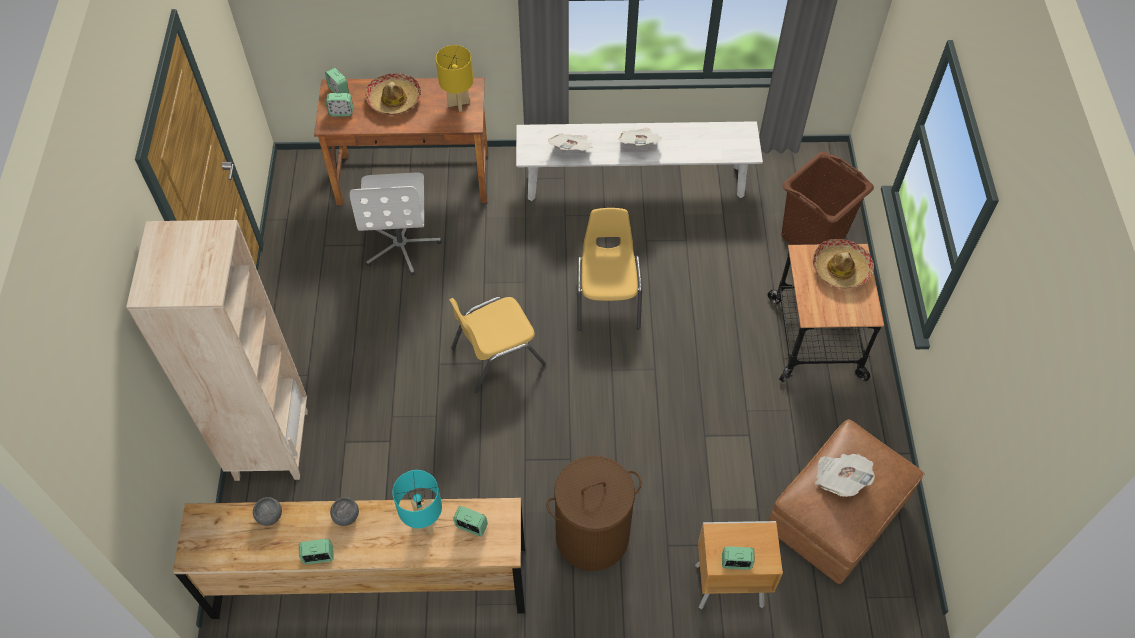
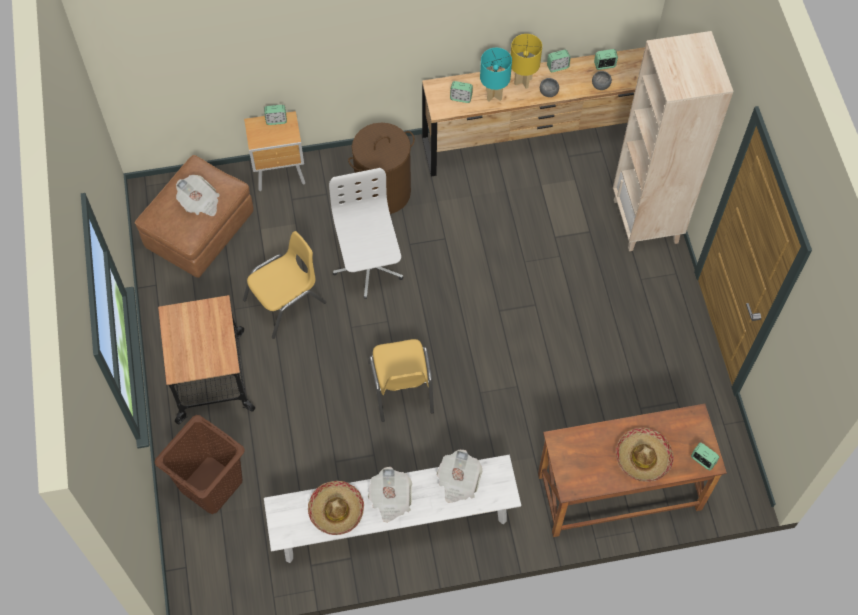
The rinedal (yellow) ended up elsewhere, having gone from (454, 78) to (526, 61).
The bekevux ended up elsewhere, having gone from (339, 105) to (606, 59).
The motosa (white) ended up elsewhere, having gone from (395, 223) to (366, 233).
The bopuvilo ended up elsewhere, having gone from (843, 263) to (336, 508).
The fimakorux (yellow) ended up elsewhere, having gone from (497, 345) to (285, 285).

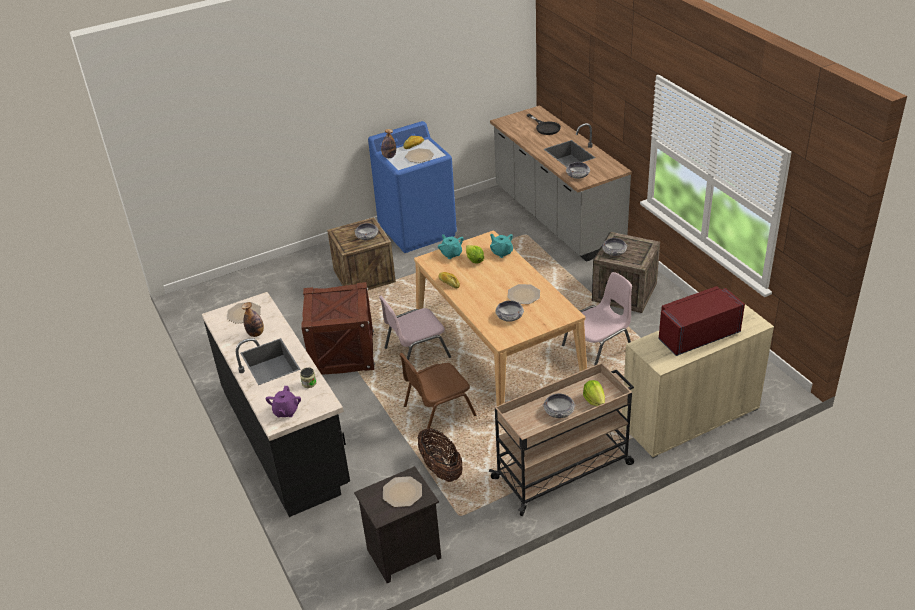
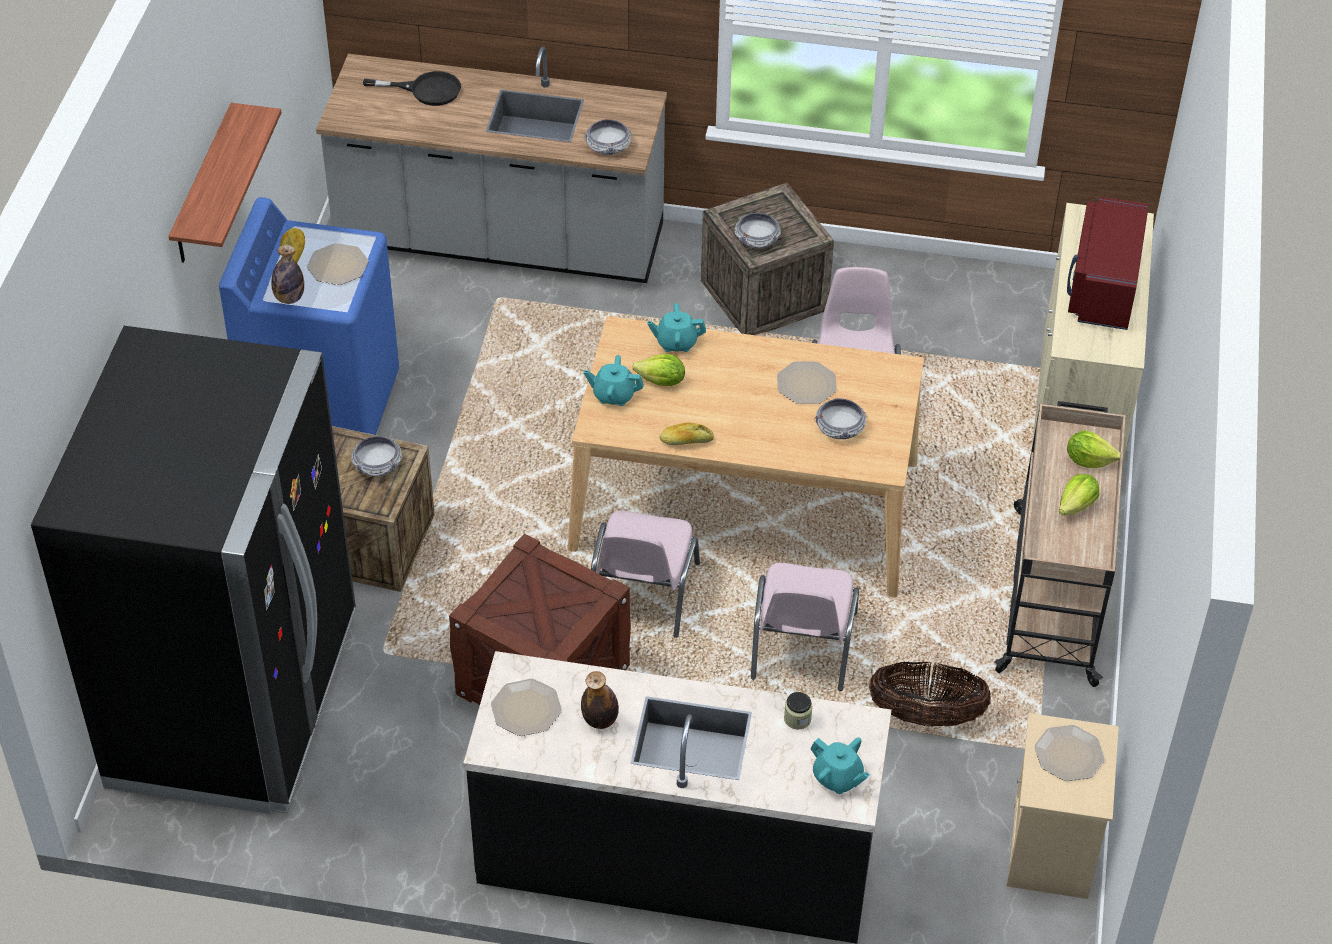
What was the fimakorux (brown) at (437, 393) turned into the fimakorux (pink) at (805, 627).
What was the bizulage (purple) at (283, 401) turned into the bizulage (turquoise) at (840, 765).
Where the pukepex stood at (559, 405), the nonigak came to stand at (1079, 494).
What was the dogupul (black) at (397, 524) turned into the dogupul (beige) at (1062, 806).
The second view gained the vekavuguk at (224, 183).
The second view gained the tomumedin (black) at (193, 570).

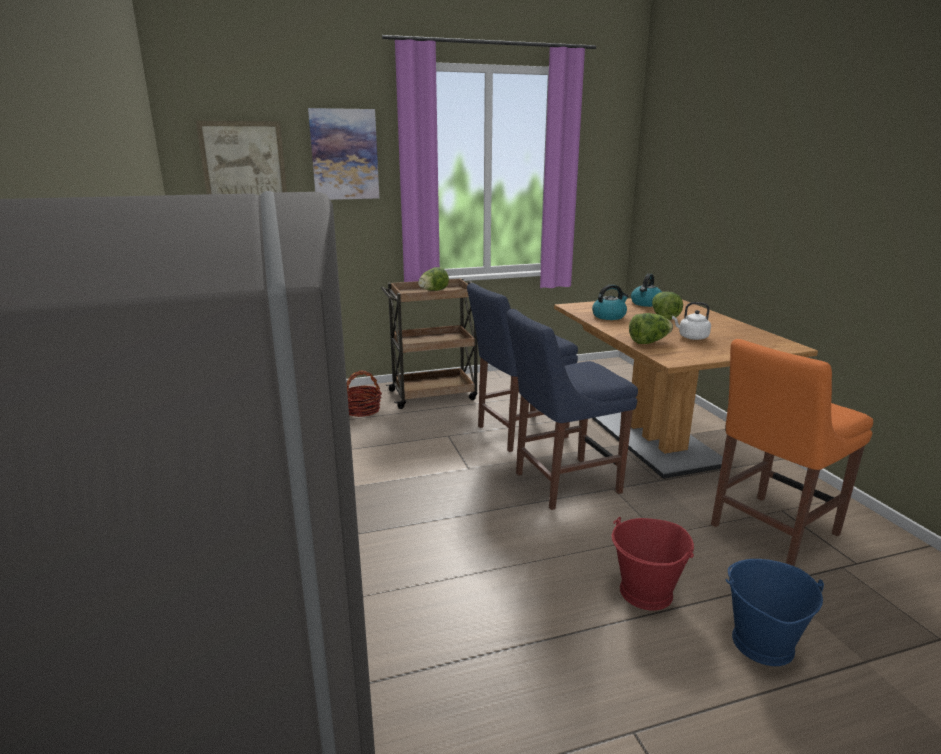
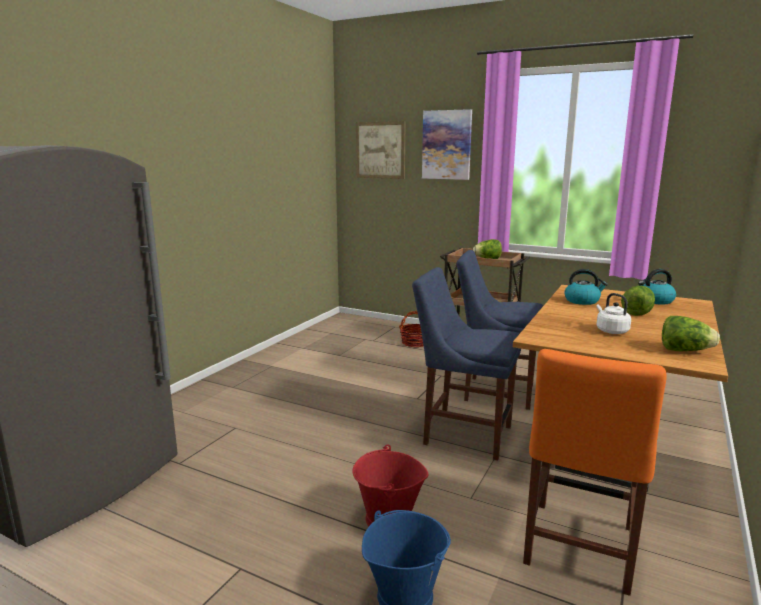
The nonigak ended up elsewhere, having gone from (651, 328) to (691, 333).
The fimakorux (orange) at (792, 452) ended up facing another way, 75 degrees counterclockwise from before.

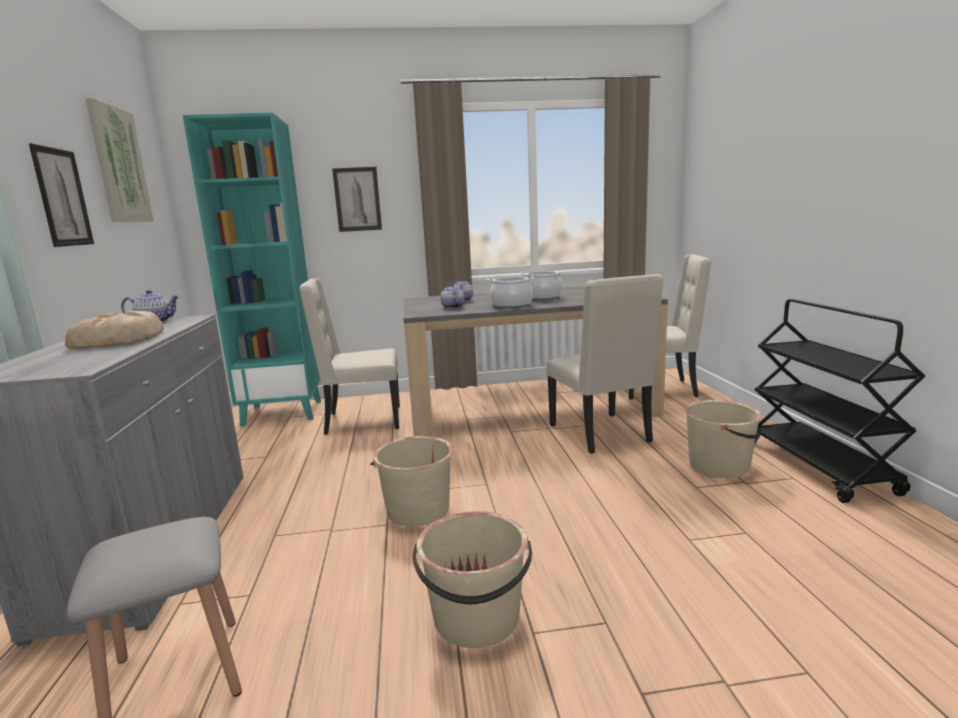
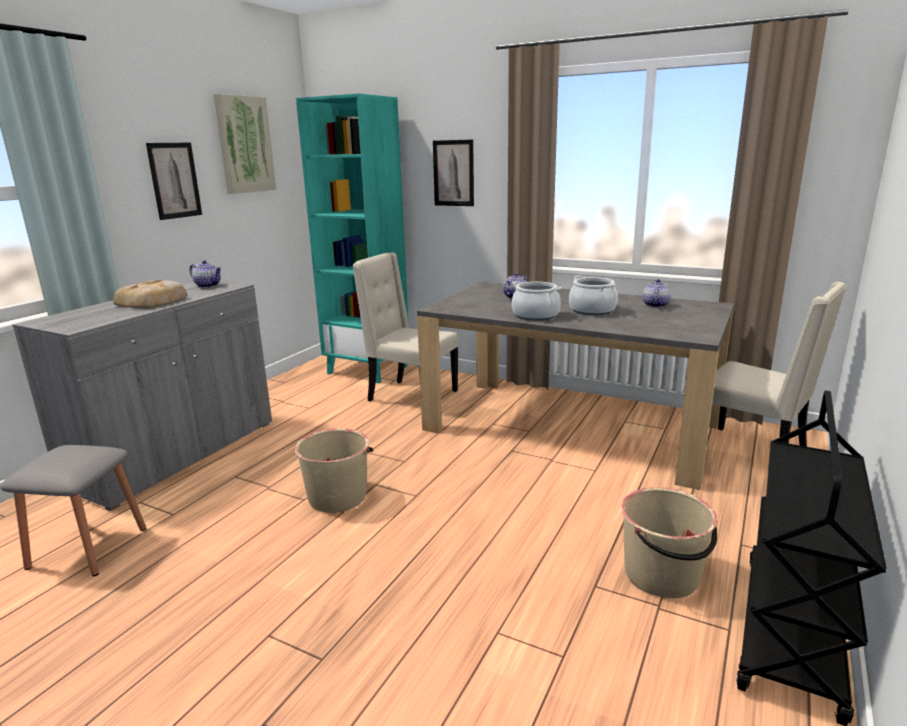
The second view lost the fimakorux (beige) at (605, 364).
The bizulage ended up elsewhere, having gone from (452, 296) to (657, 293).
The second view lost the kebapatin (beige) at (472, 579).

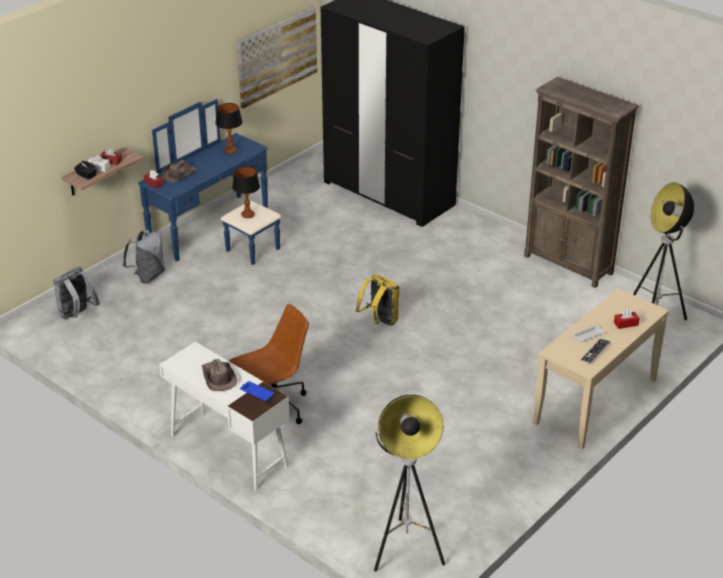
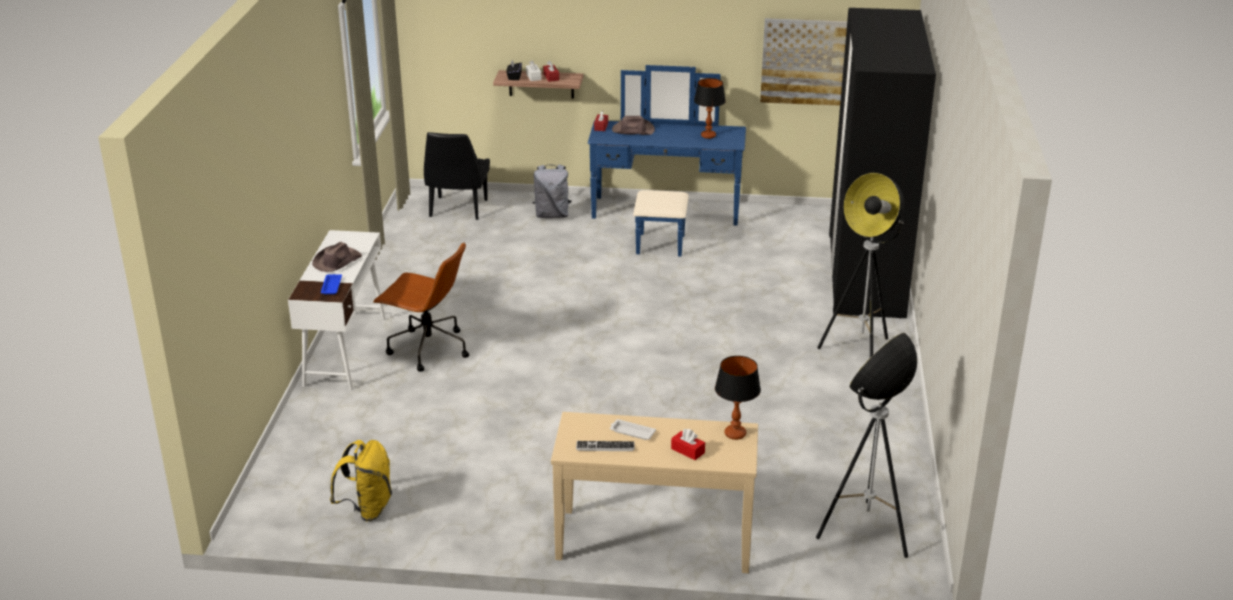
The second view lost the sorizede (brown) at (581, 182).
The rinedal ended up elsewhere, having gone from (246, 192) to (738, 398).
Where the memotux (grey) stood at (76, 292), the fimakorux (black) came to stand at (457, 176).
The memotux (yellow) ended up elsewhere, having gone from (378, 300) to (361, 481).
The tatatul ended up elsewhere, having gone from (409, 483) to (860, 265).

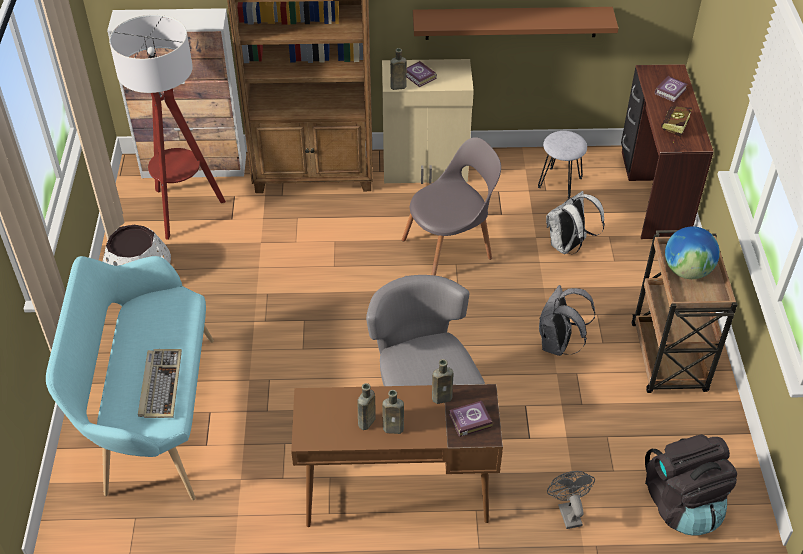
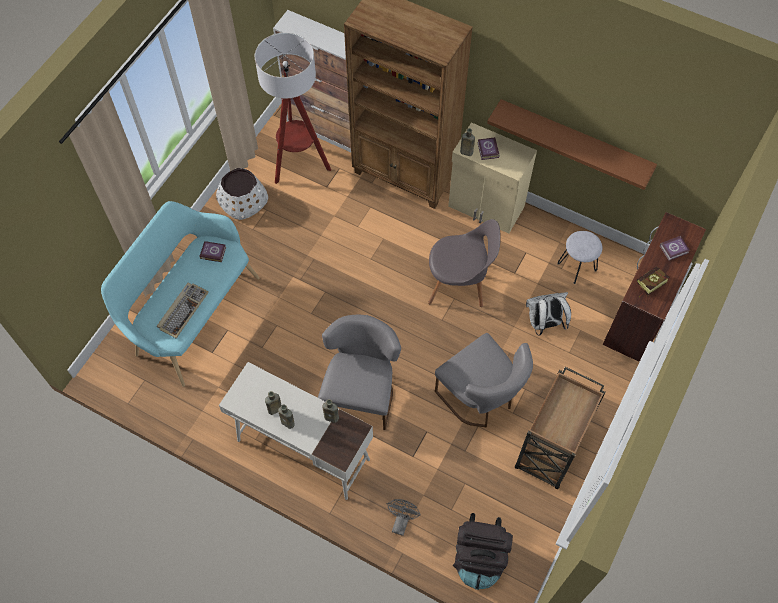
The second view lost the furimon at (692, 252).
Where the memotux (grey) stood at (567, 320), the fimakorux (grey) came to stand at (484, 380).
What was the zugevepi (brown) at (397, 455) turned into the zugevepi (white) at (296, 431).
The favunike ended up elsewhere, having gone from (471, 419) to (212, 251).

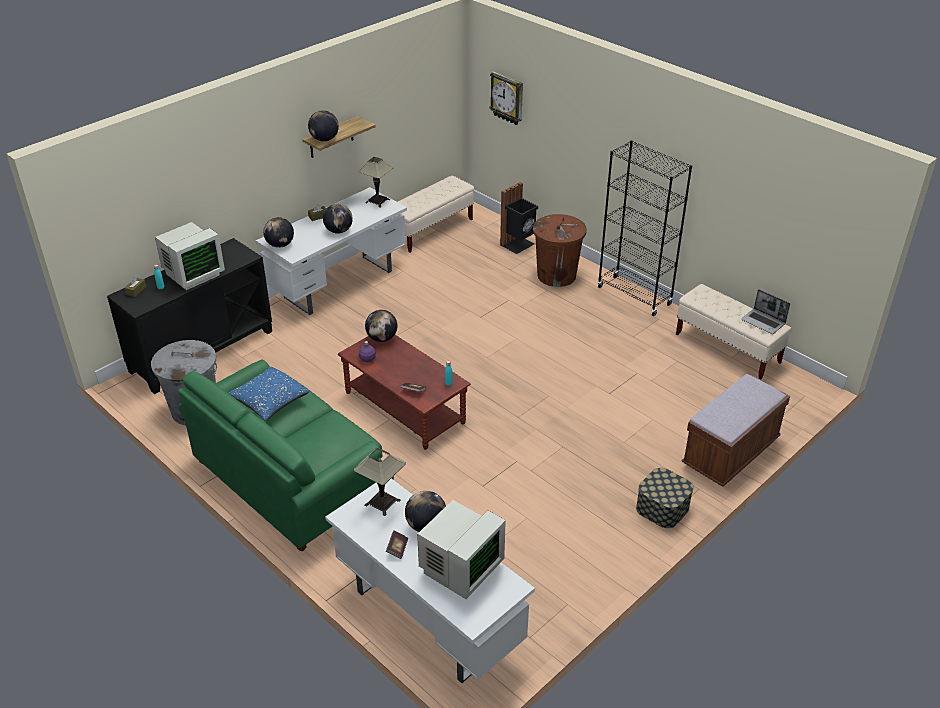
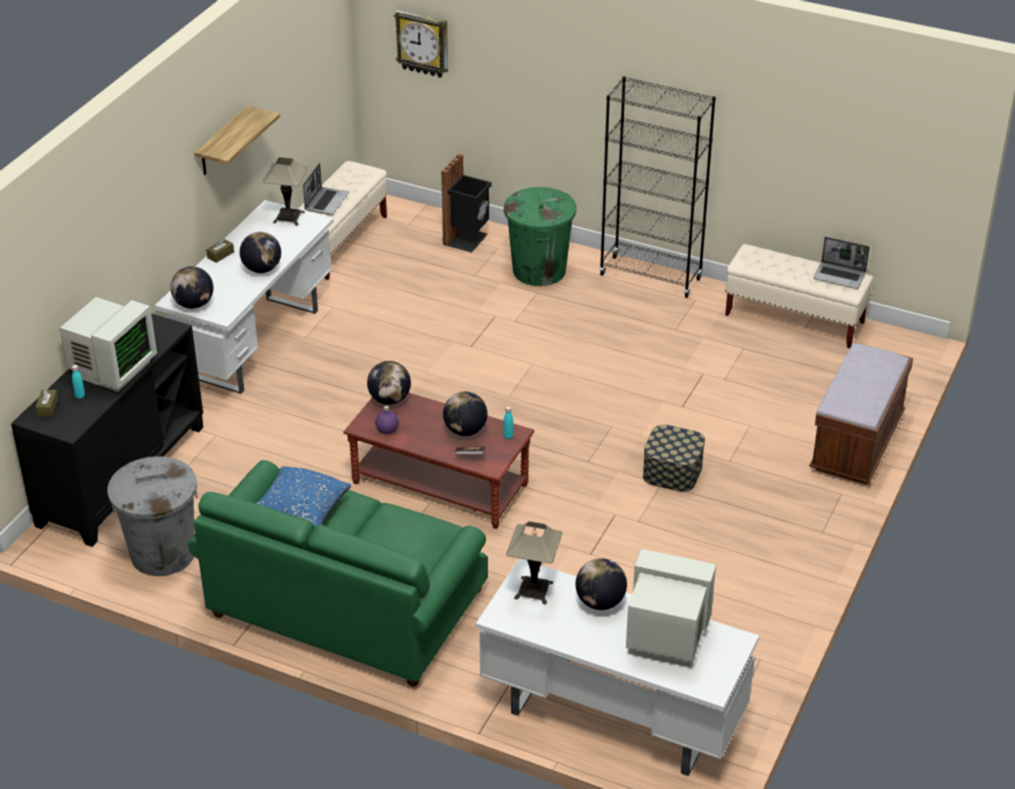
The furimon ended up elsewhere, having gone from (323, 125) to (465, 414).
What was the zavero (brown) at (560, 250) turned into the zavero (green) at (540, 236).
The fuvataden ended up elsewhere, having gone from (665, 498) to (674, 458).
The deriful at (461, 549) ended up facing another way, 90 degrees counterclockwise from before.
The second view lost the favunike at (397, 544).
The second view gained the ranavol at (326, 189).

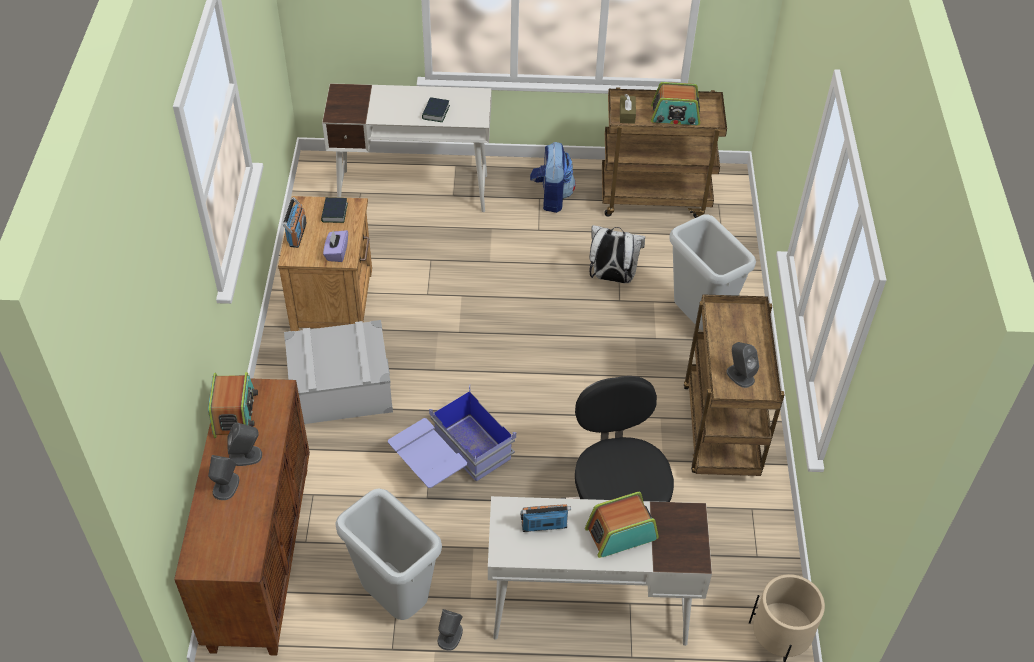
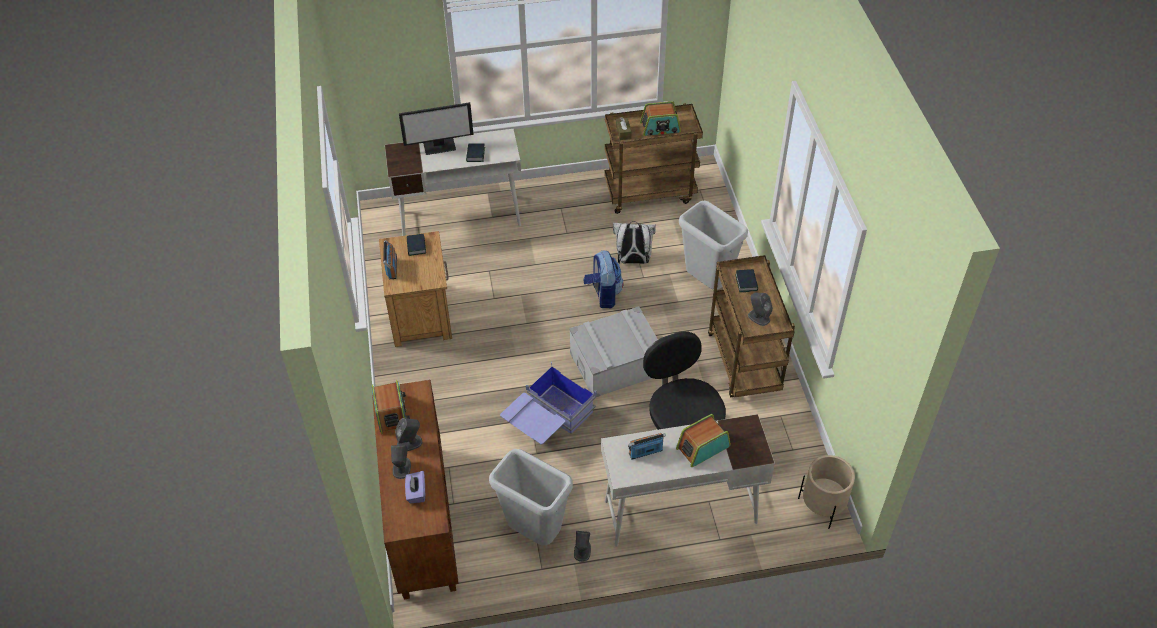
The memotux ended up elsewhere, having gone from (553, 177) to (603, 279).
The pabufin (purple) ended up elsewhere, having gone from (335, 246) to (415, 487).
The fuvataden (grey) ended up elsewhere, having gone from (338, 372) to (613, 351).
The second view gained the deriful at (436, 128).
The second view gained the favunike at (746, 280).

